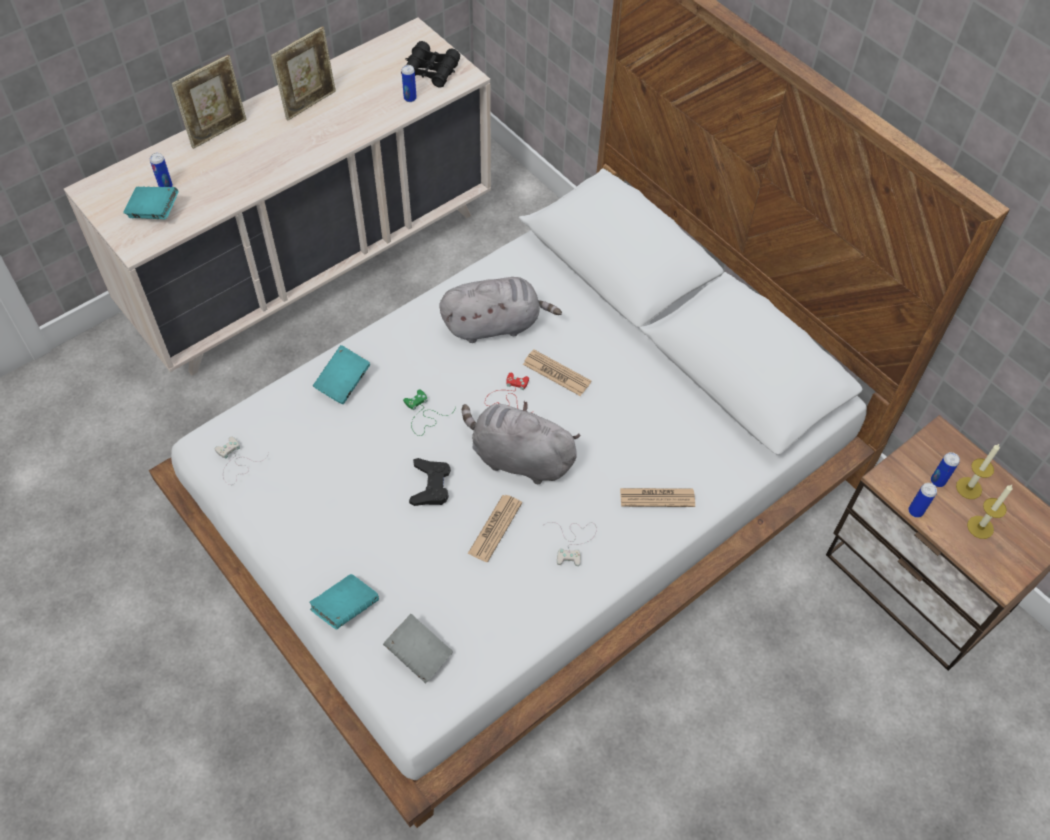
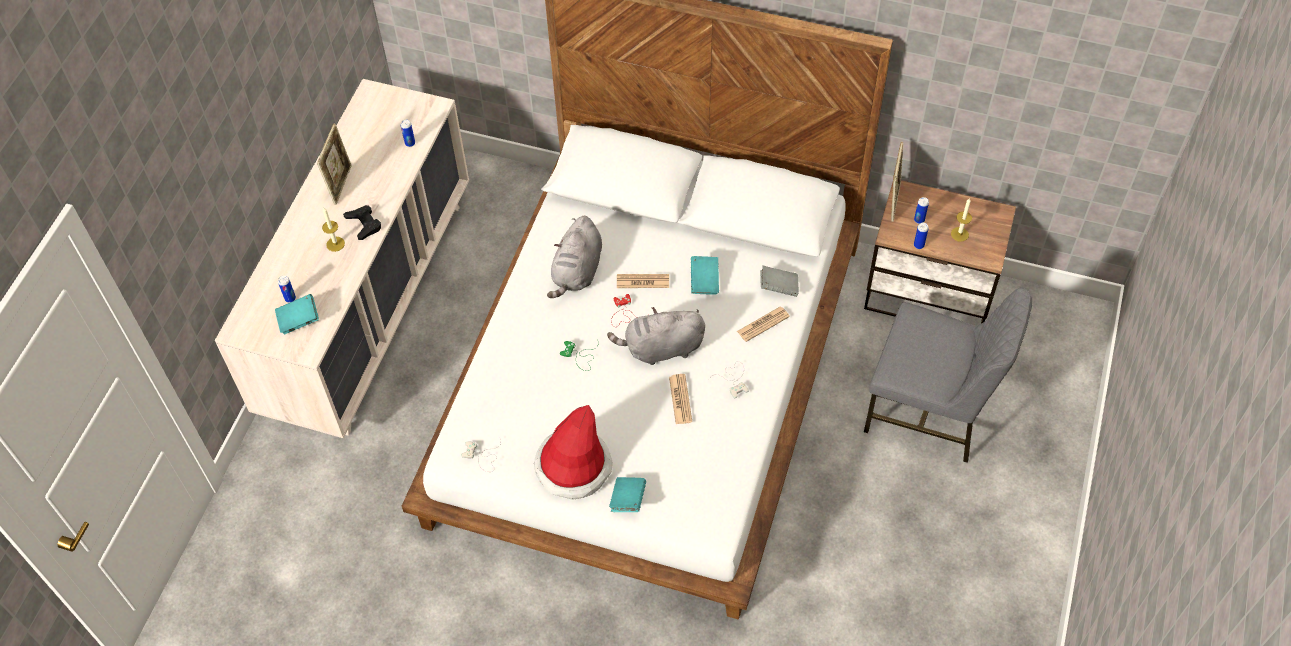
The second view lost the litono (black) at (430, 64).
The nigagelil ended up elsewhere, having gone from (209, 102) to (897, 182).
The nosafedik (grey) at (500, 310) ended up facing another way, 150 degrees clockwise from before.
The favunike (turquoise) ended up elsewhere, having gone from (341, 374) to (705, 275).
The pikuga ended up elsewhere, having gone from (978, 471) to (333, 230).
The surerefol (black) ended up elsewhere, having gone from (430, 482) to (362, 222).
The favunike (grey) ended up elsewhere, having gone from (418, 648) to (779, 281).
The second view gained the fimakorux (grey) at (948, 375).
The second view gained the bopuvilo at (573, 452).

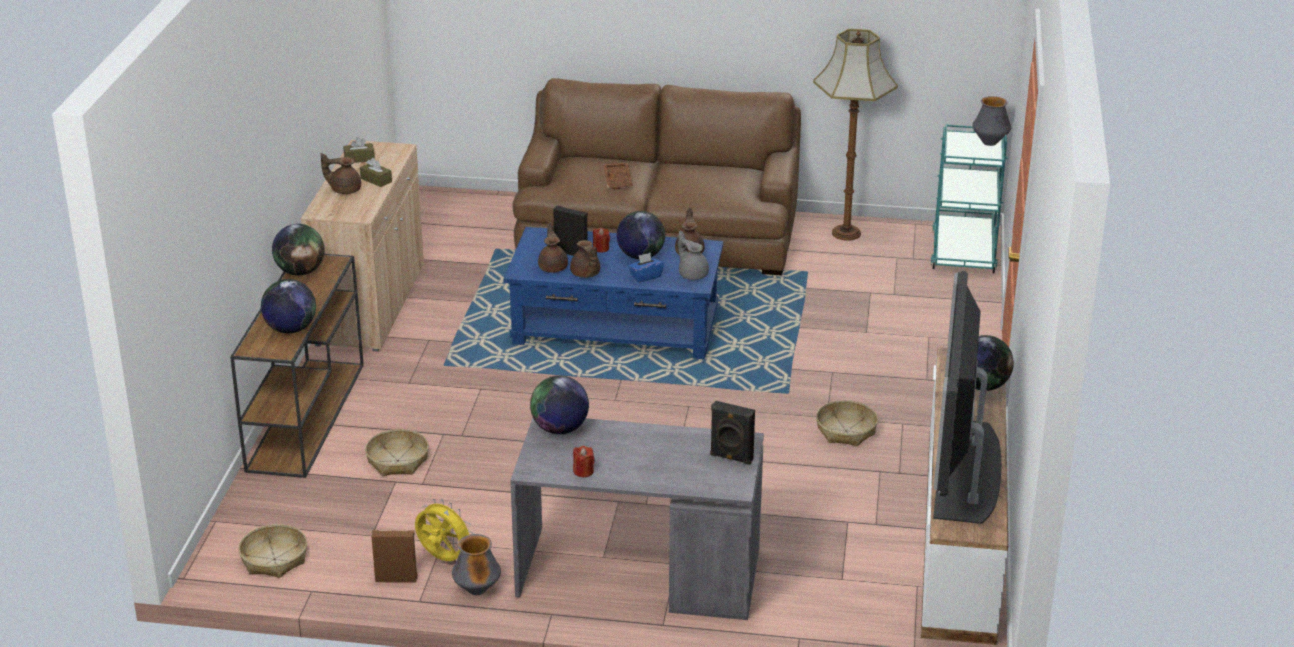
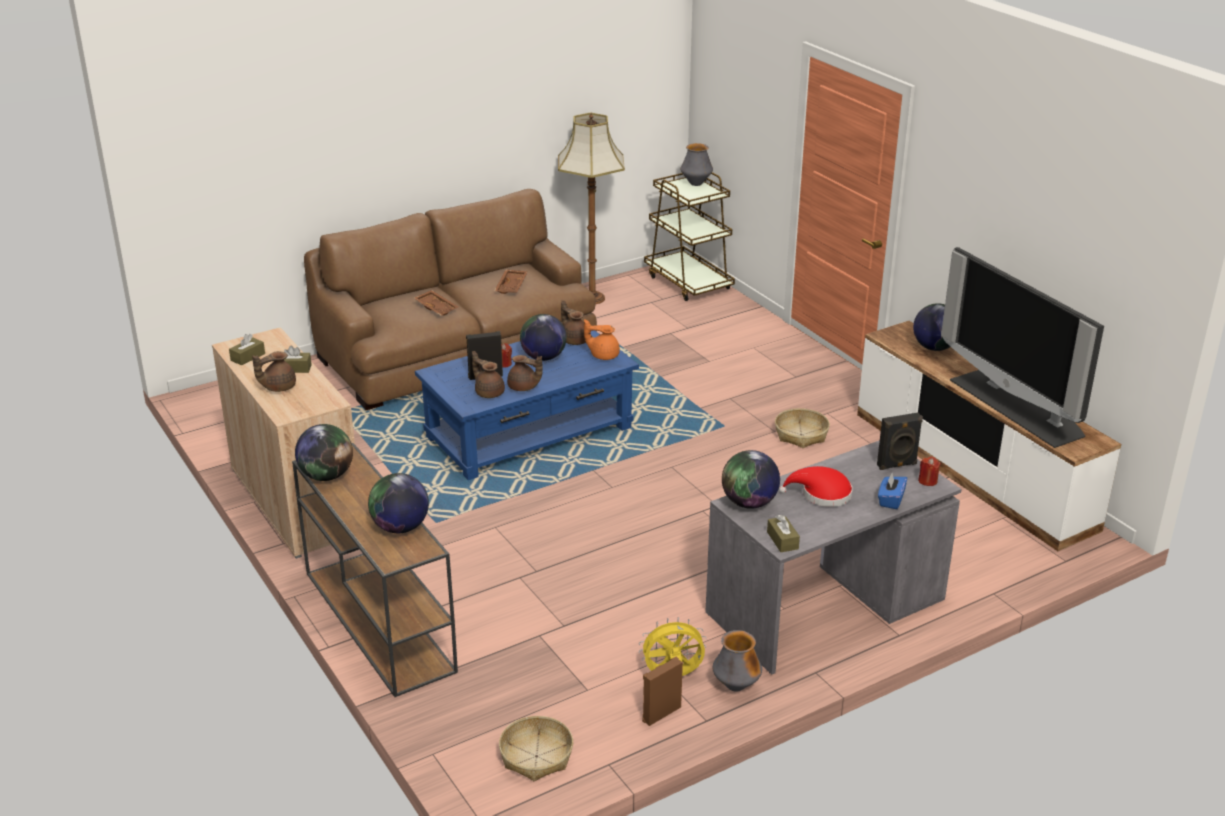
What was the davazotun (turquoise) at (969, 199) turned into the davazotun (brown) at (689, 236).
What was the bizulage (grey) at (693, 255) turned into the bizulage (orange) at (602, 340).
The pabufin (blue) ended up elsewhere, having gone from (646, 268) to (892, 491).
The second view lost the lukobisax at (397, 452).
The pikuga (red) ended up elsewhere, having gone from (583, 461) to (929, 471).
The second view gained the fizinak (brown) at (511, 282).
The second view gained the bopuvilo (red) at (816, 486).
The second view gained the pabufin (brown) at (783, 533).

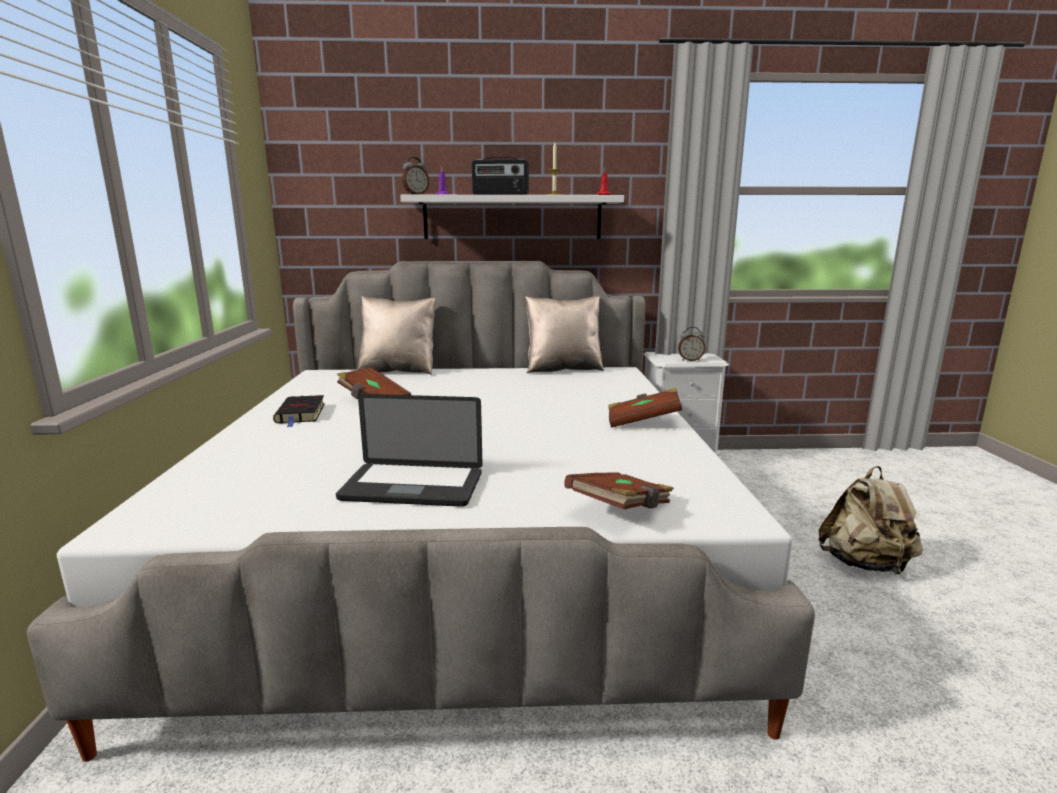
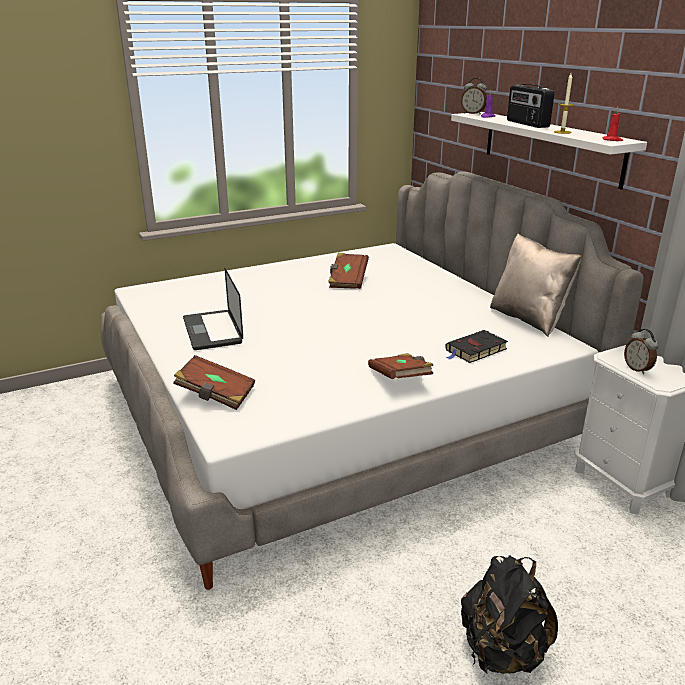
The second view lost the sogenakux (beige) at (396, 335).
The favunike (black) ended up elsewhere, having gone from (299, 411) to (476, 346).
What was the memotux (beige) at (870, 520) turned into the memotux (black) at (509, 614).

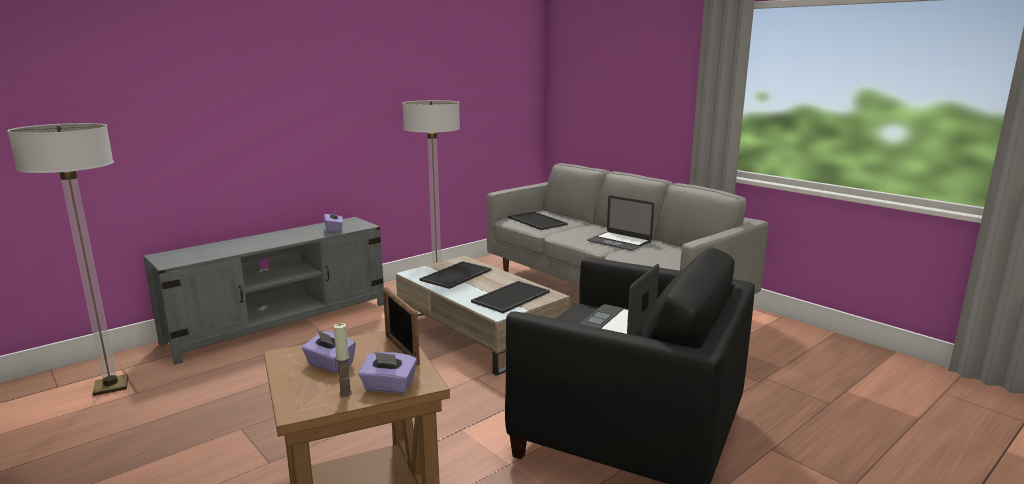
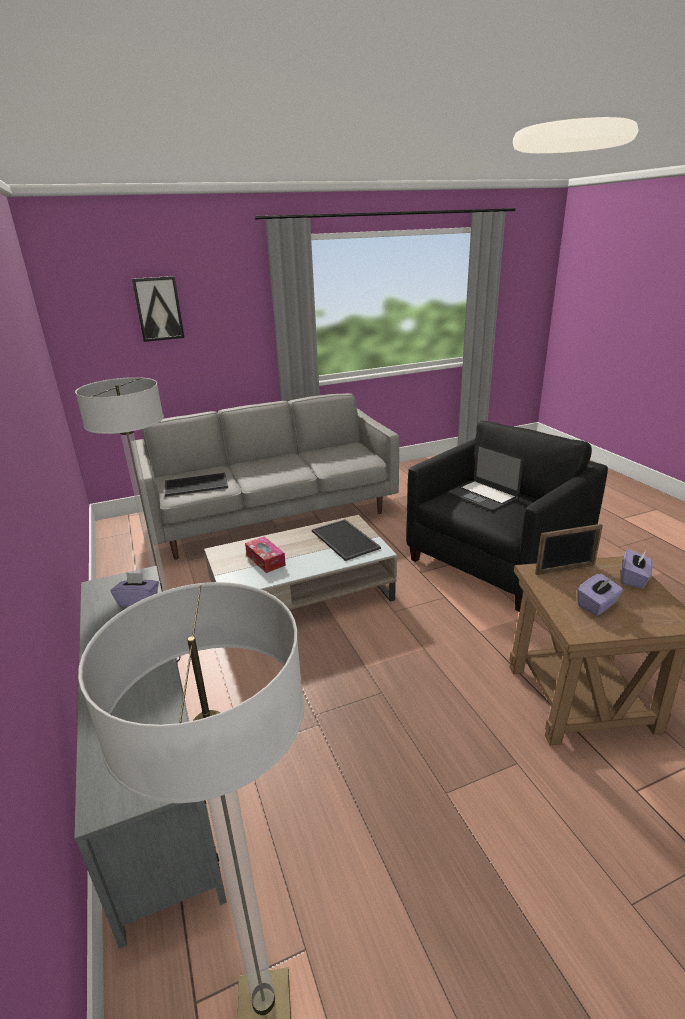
The second view lost the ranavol at (620, 222).
Where the fizinak stood at (456, 275), the pabufin came to stand at (265, 555).
The second view lost the pikuga at (343, 360).
The second view gained the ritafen at (158, 309).

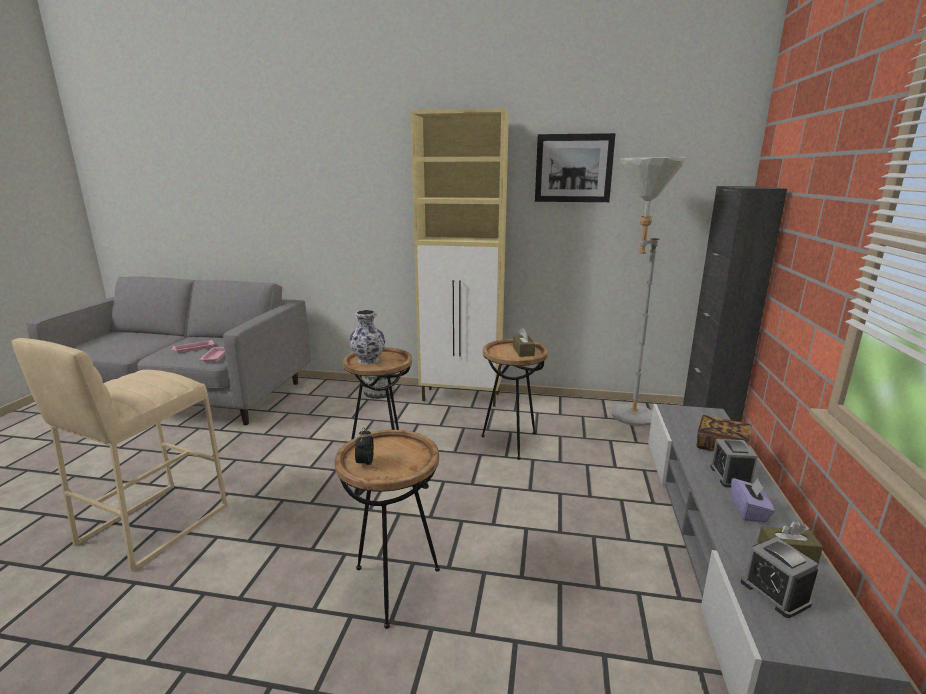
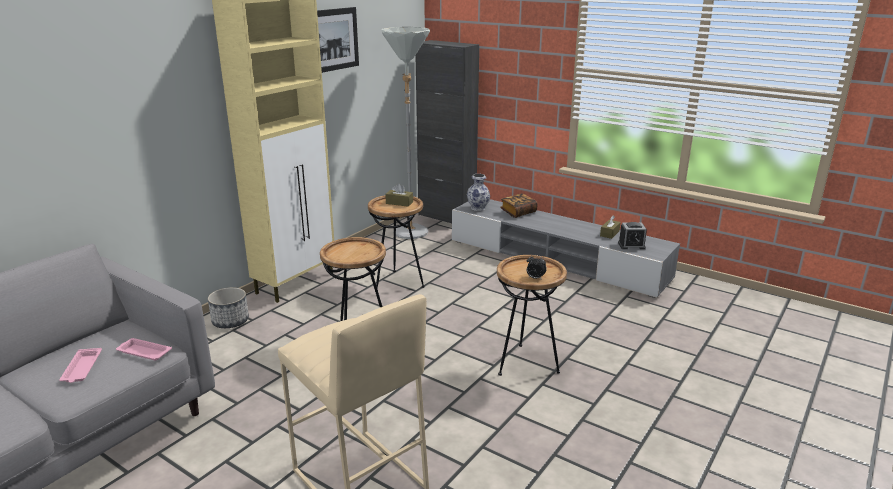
The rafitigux ended up elsewhere, having gone from (367, 337) to (478, 192).
The second view lost the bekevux at (734, 463).
The second view lost the pabufin (purple) at (753, 500).

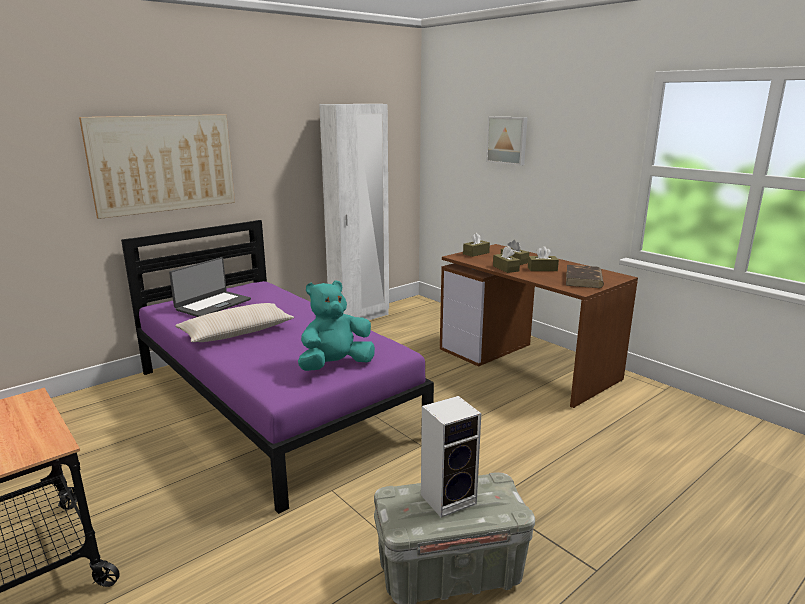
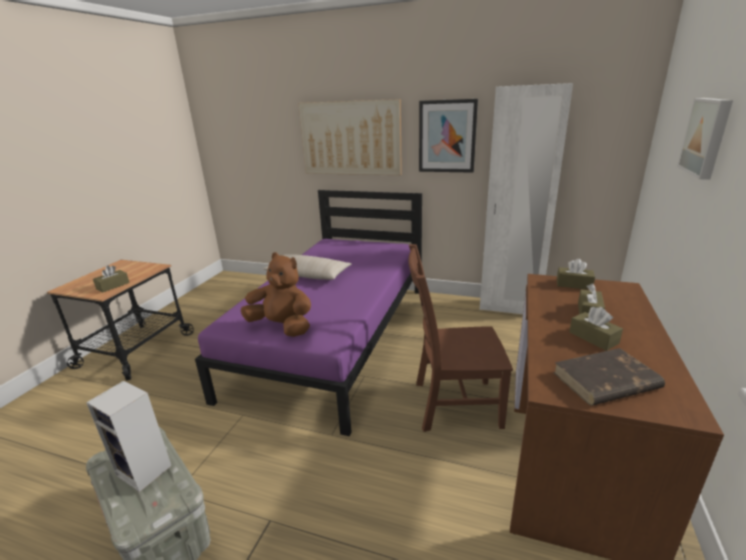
The pabufin (brown) ended up elsewhere, having gone from (506, 259) to (111, 279).
The second view lost the ranavol at (210, 287).
What was the nosafedik (turquoise) at (336, 326) turned into the nosafedik (brown) at (276, 294).
The second view gained the ritafen at (448, 136).
The second view gained the fimakorux (brown) at (460, 338).

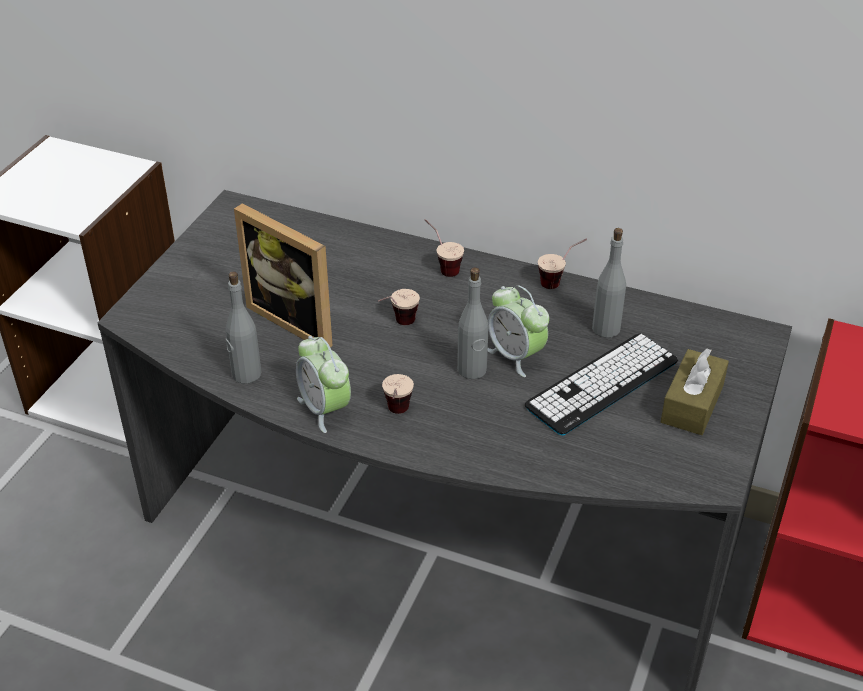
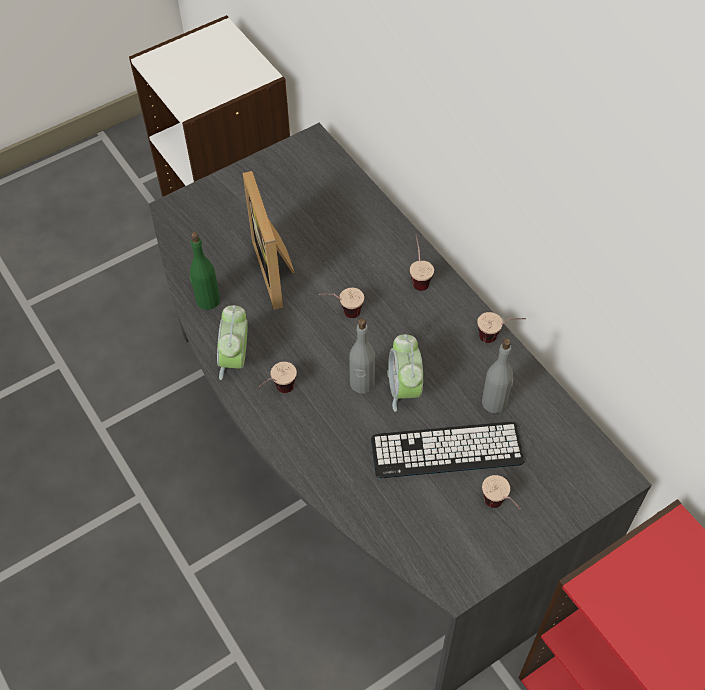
What was the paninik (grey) at (243, 327) turned into the paninik (green) at (205, 271).
Where the pabufin (brown) stood at (695, 391), the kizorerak came to stand at (501, 492).

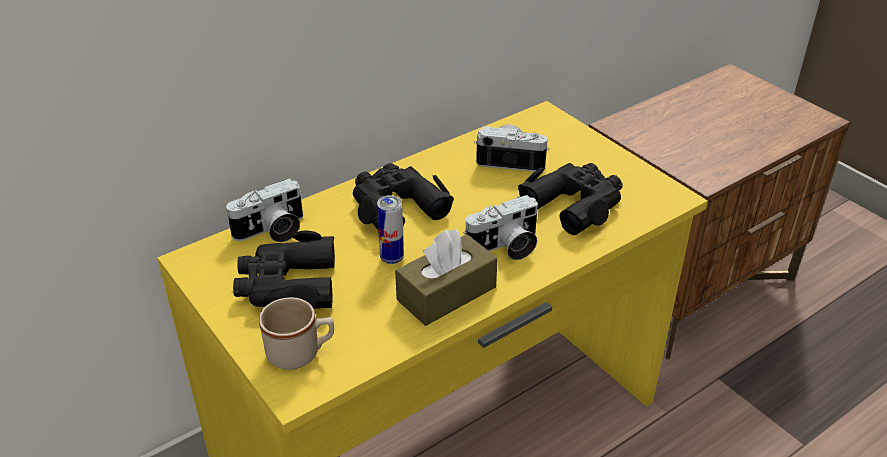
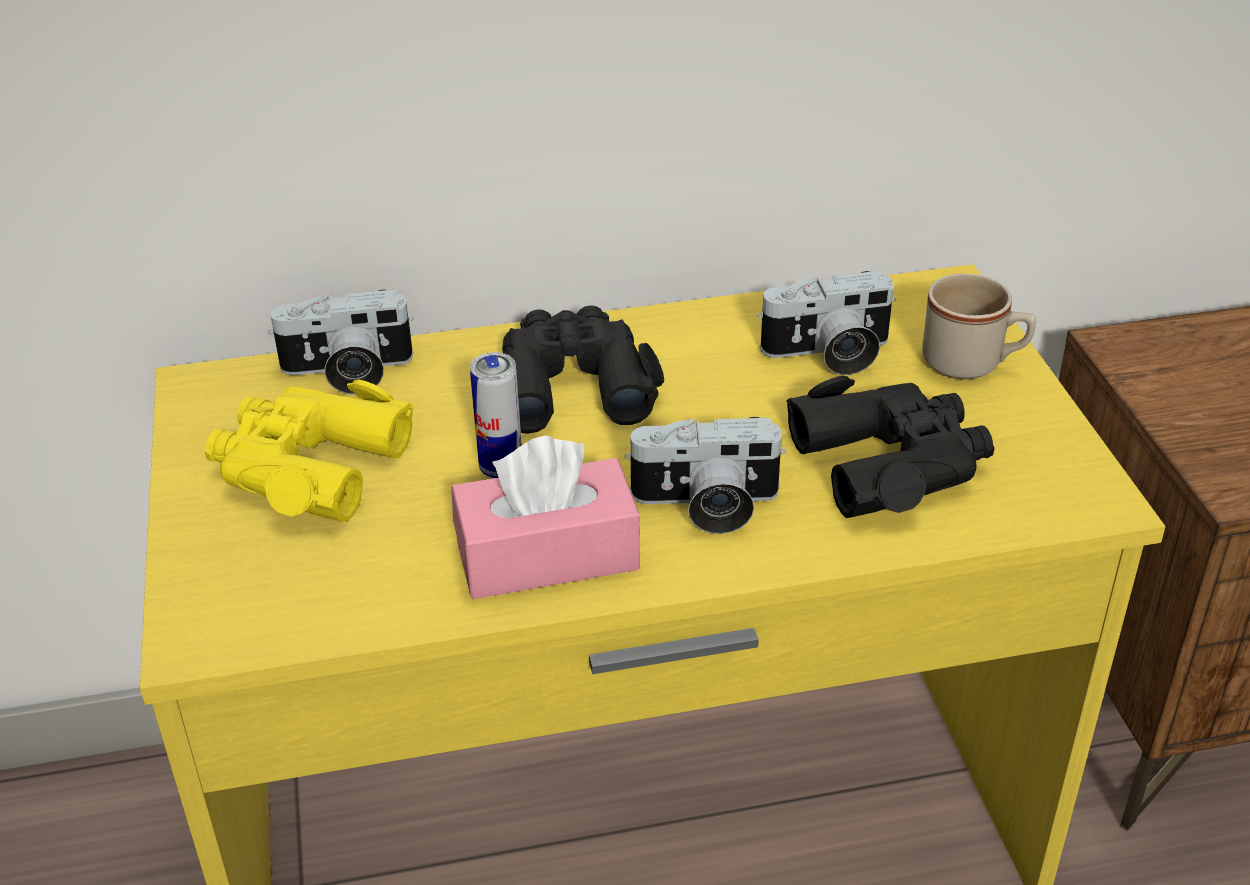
The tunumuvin at (512, 148) ended up facing another way, 135 degrees clockwise from before.
What was the pabufin (brown) at (446, 278) turned into the pabufin (pink) at (545, 517).
What was the litono (black) at (284, 270) turned into the litono (yellow) at (308, 450).
The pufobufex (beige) ended up elsewhere, having gone from (296, 333) to (979, 326).

